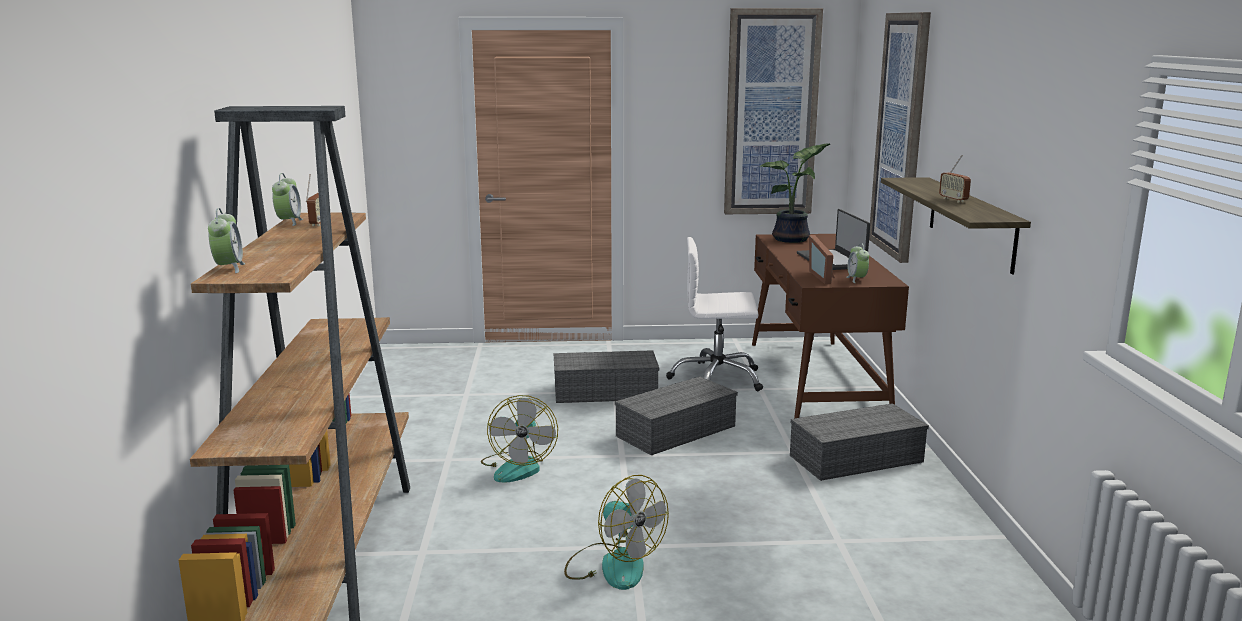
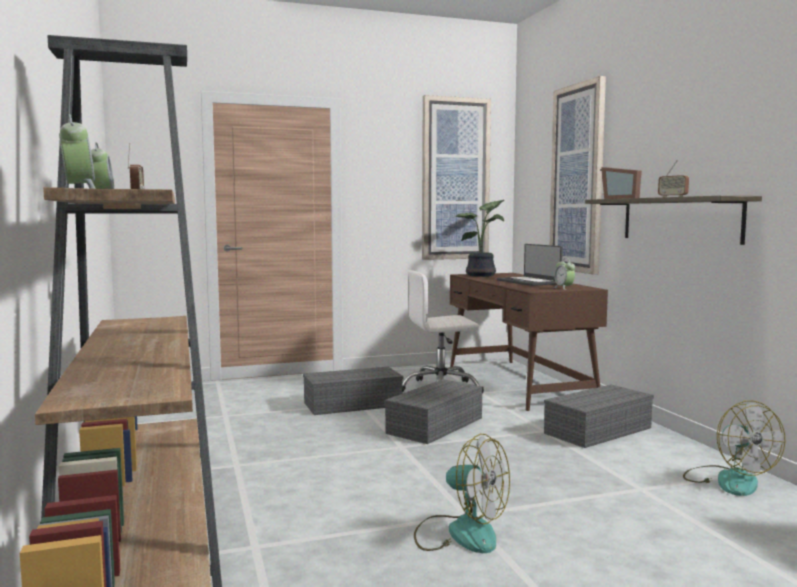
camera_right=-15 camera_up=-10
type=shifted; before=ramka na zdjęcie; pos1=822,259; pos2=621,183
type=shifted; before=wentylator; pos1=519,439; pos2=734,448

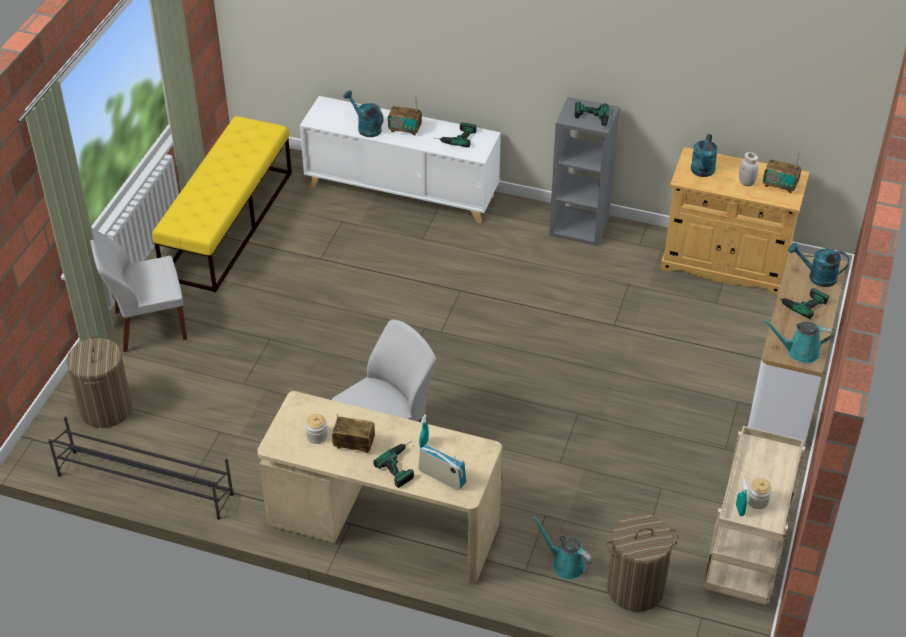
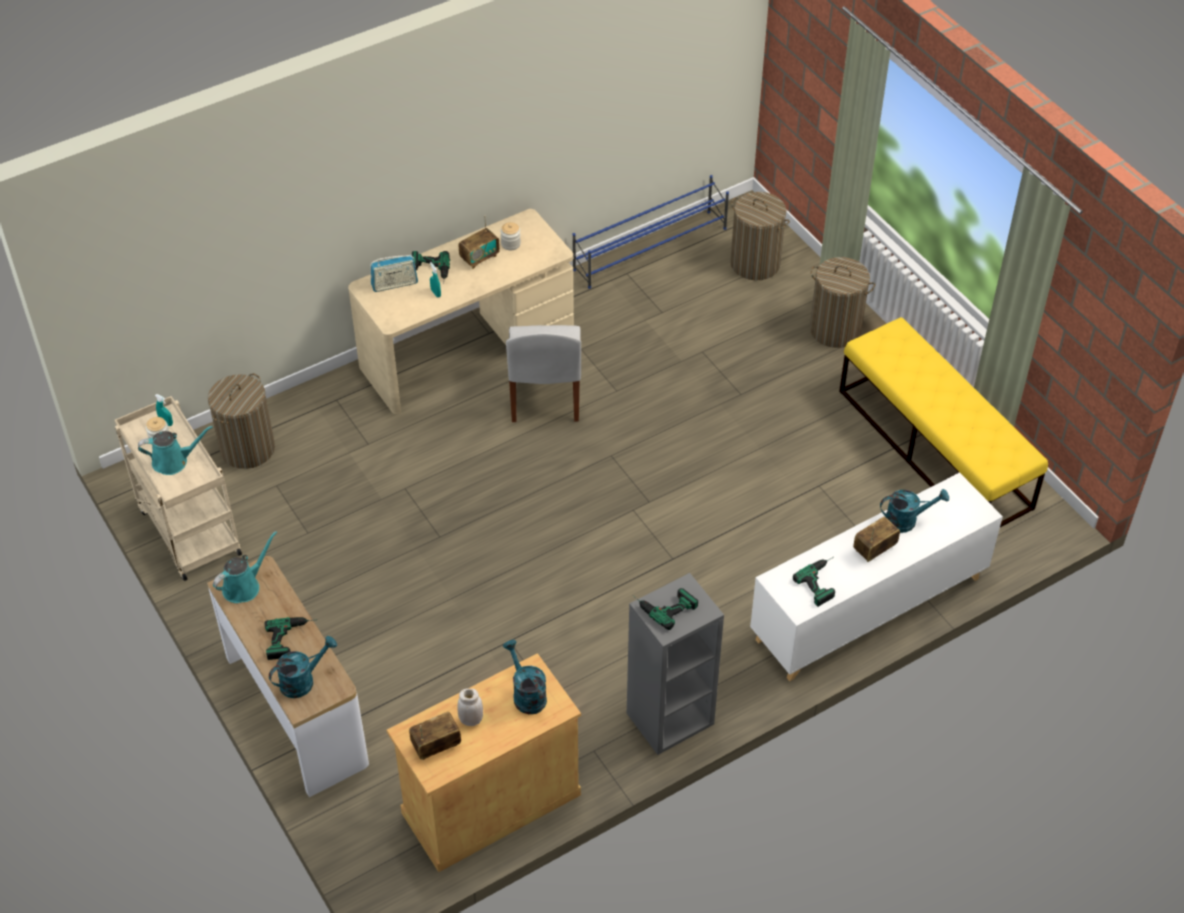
camera_right=130 camera_up=5
type=shifted; before=konewka [turkusowy]; pos1=562,548; pos2=175,450
type=repainted; before=regał na buty [czarny]; after=regał na buty [niebieski]; pos1=141,468; pos2=651,232
type=swapped; before=krzesło [biały]; after=kosz na pranie; pos1=138,290; pos2=842,302

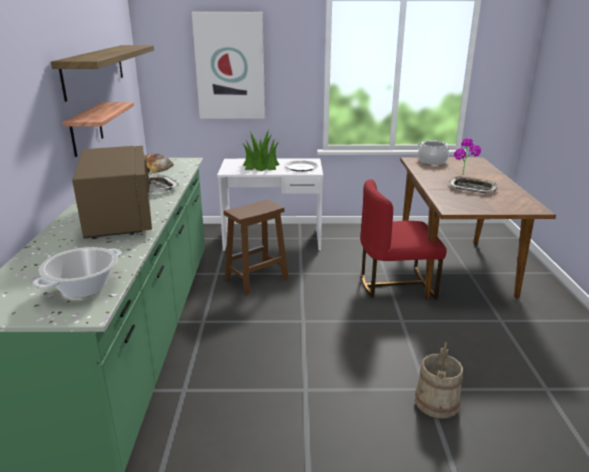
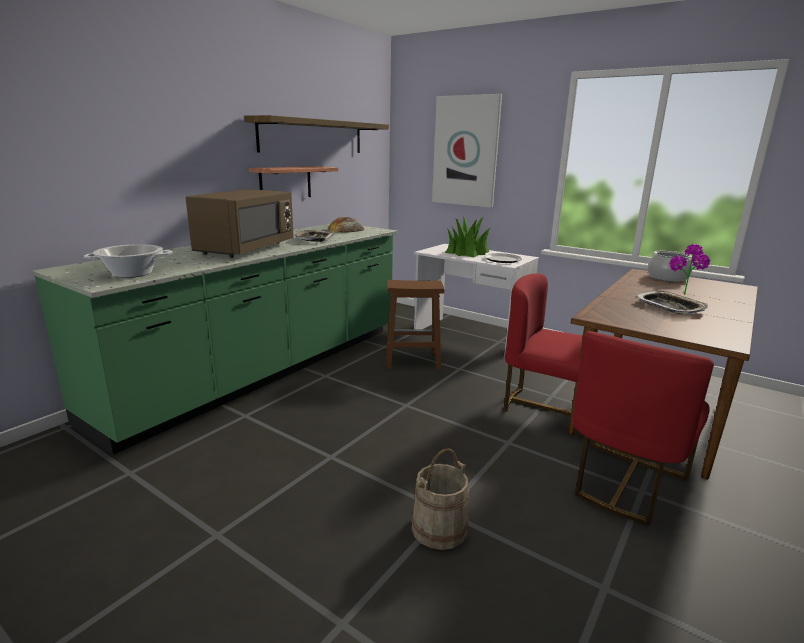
camera_right=35 camera_up=-5
type=new; after=krzesło [czerwony]; pos2=643,428

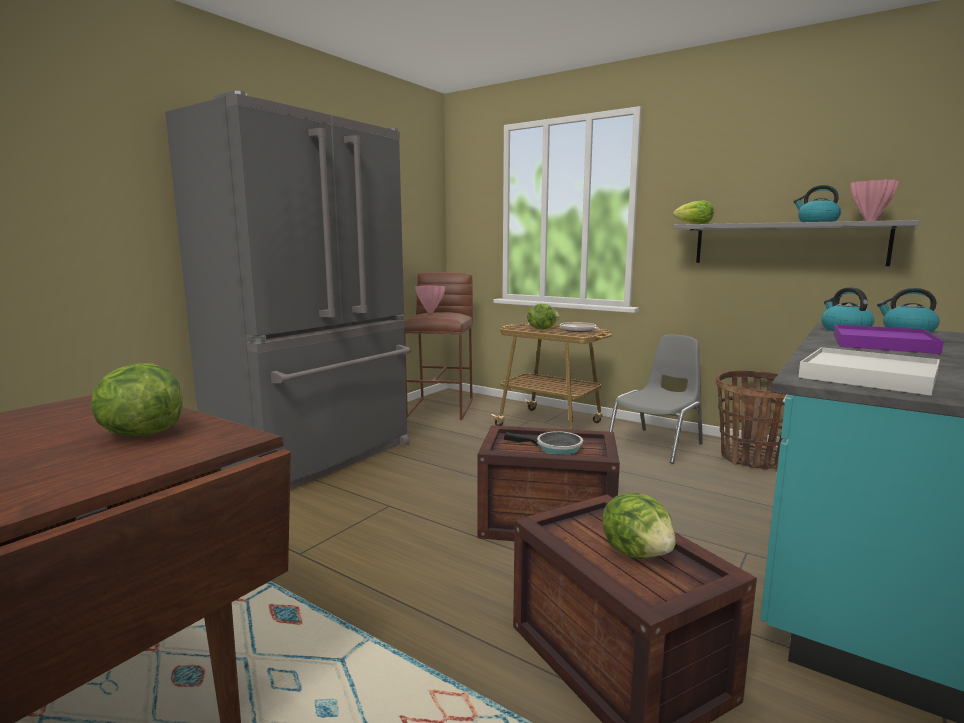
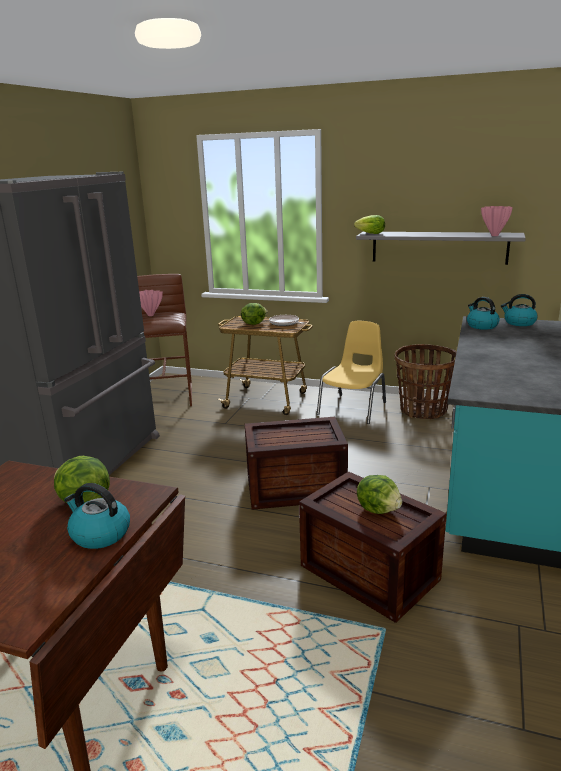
camera_right=-15 camera_up=10
type=shifted; before=czajnik; pos1=817,203; pos2=97,516
type=repainted; before=krzesło [szary]; after=krzesło [żółty]; pos1=656,399; pos2=351,372
type=gone; before=patelnia; pos1=543,443
type=gone; before=taca [biały]; pos1=869,371
type=gone; before=taca [fioletowy]; pos1=889,339

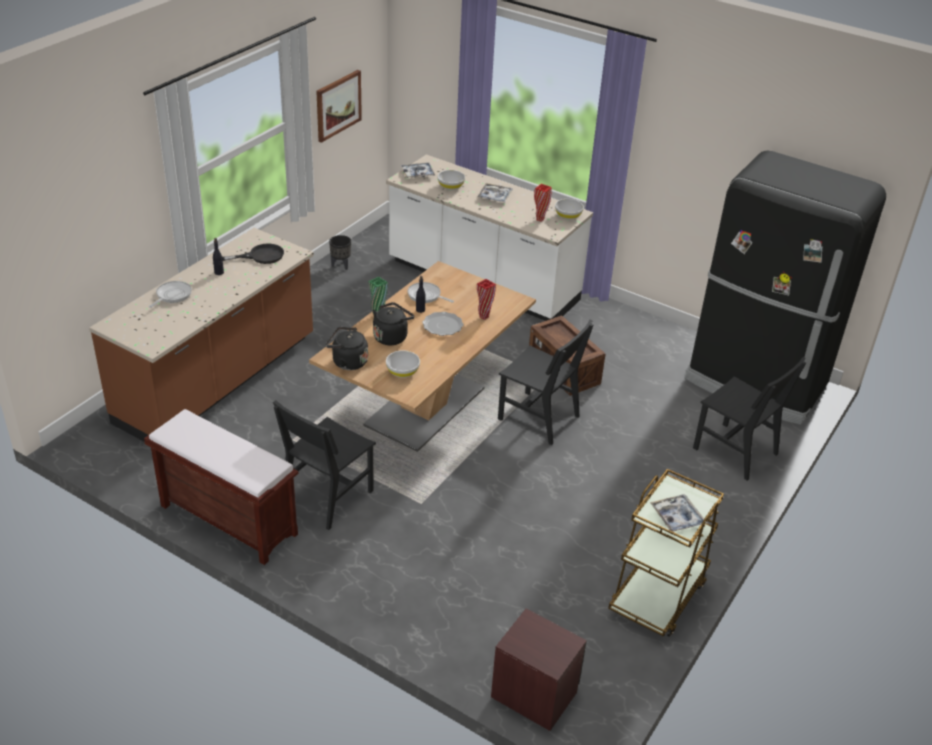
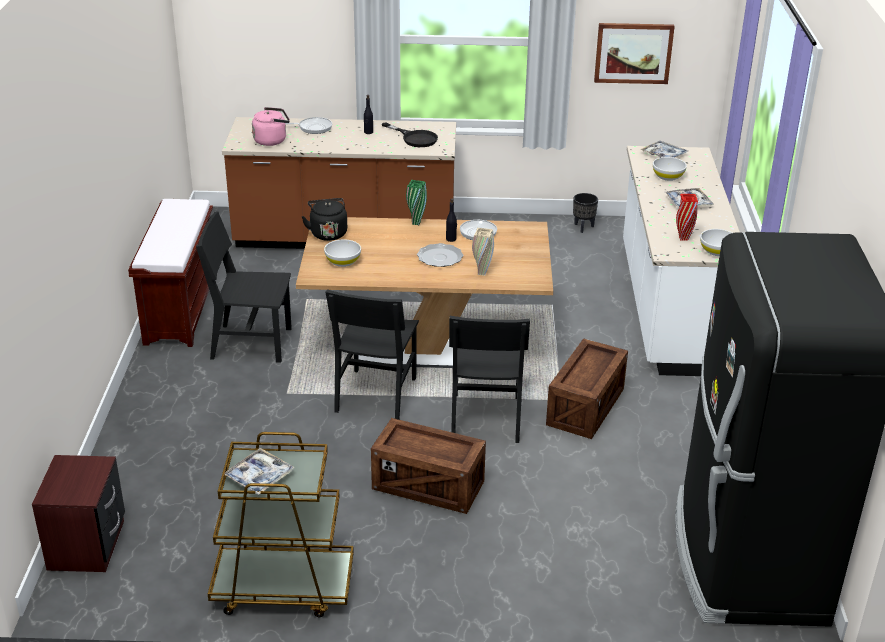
camera_right=60 camera_up=-5
type=new; after=czajnik [różowy]; pos2=271,126
type=shifted; before=krzesło [czarny]; pos1=749,419; pos2=372,354
type=new; after=skrzynka; pos2=428,466
type=repainted; before=wazon [czerwony]; after=wazon [beżowy]; pos1=486,299; pos2=483,252
type=gone; before=czajnik [czarny]; pos1=393,323

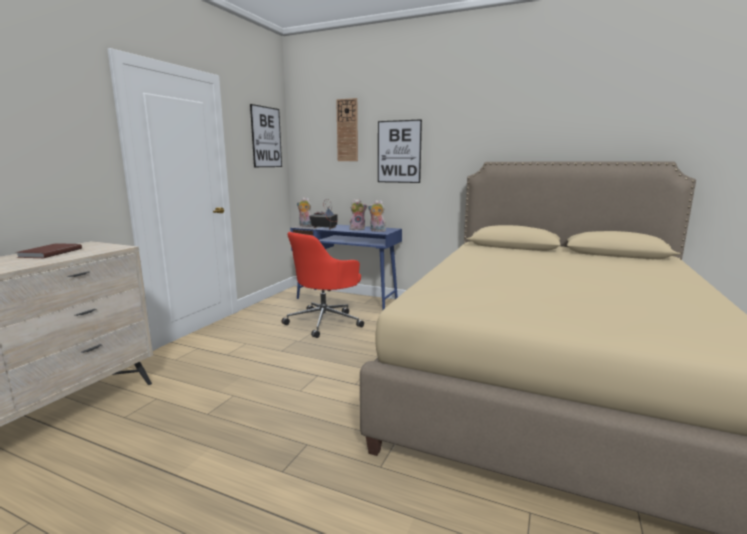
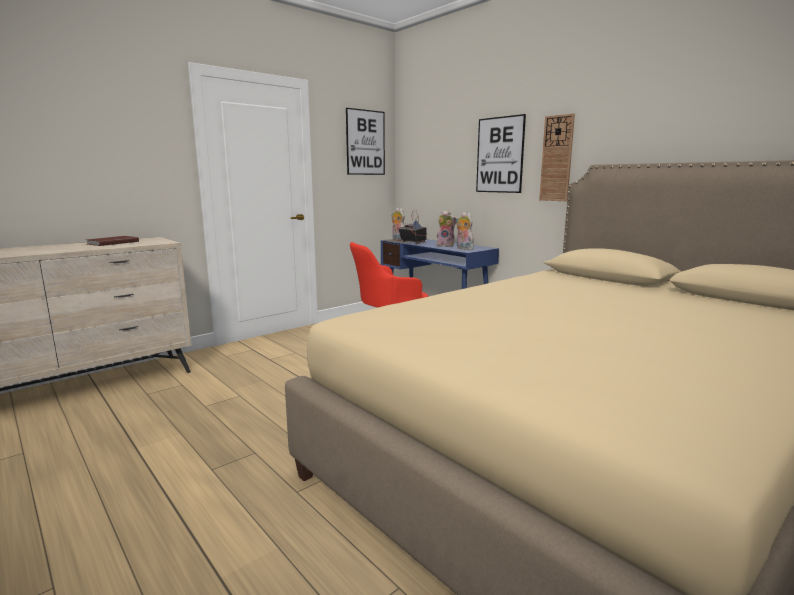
camera_right=25 camera_up=0
type=shifted; before=zegar ścienny; pos1=347,129; pos2=557,157

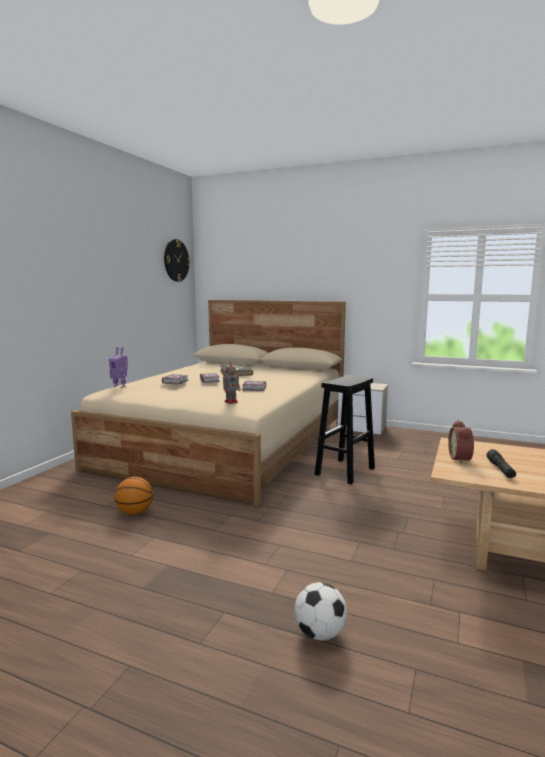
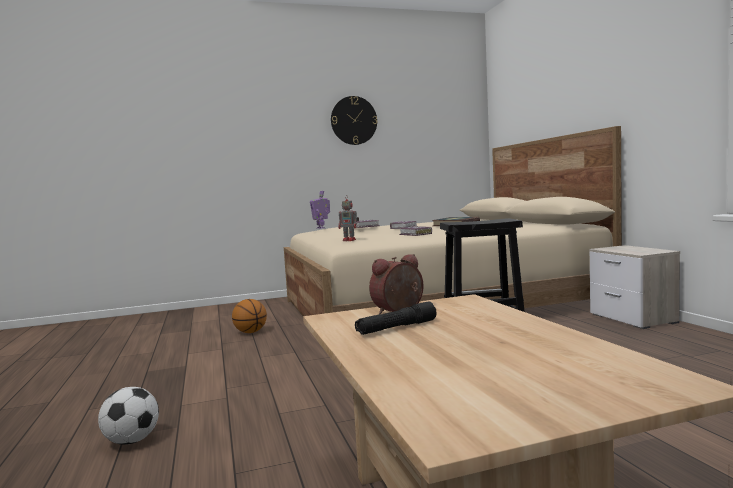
camera_right=50 camera_up=-5
type=shifted; before=zegar ścienny; pos1=177,260; pos2=354,120

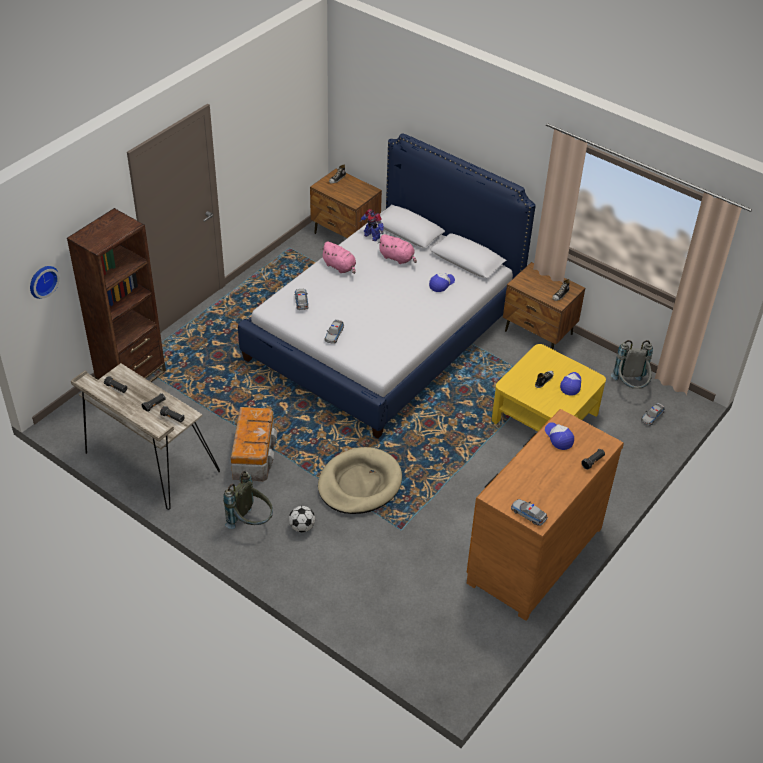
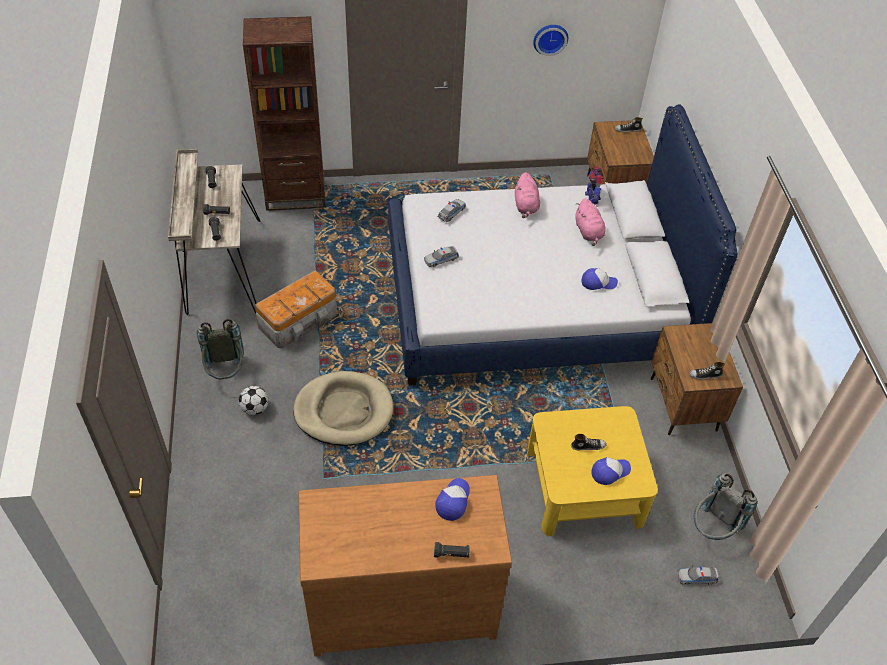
camera_right=45 camera_up=5
type=shifted; before=zegar ścienny; pos1=45,282; pos2=550,40
type=gone; before=samochodzik; pos1=529,512

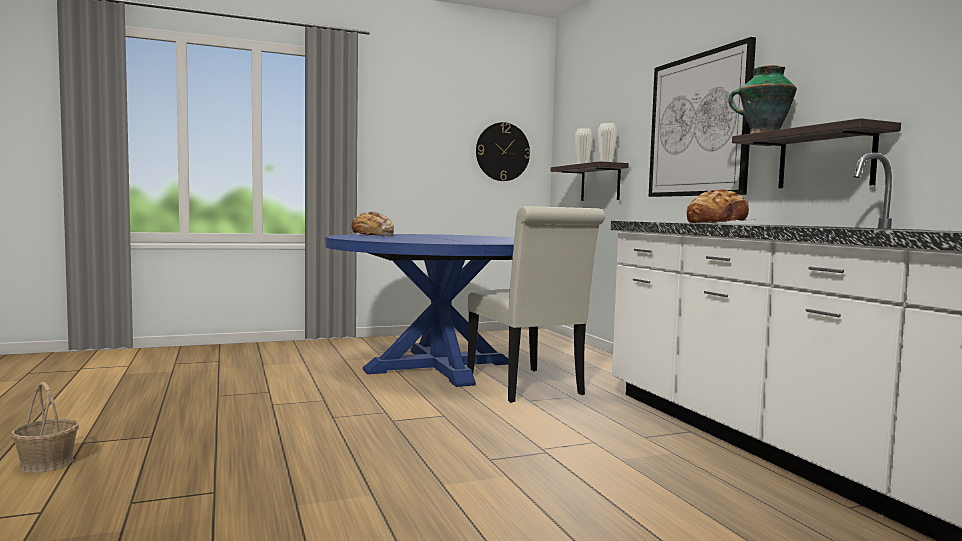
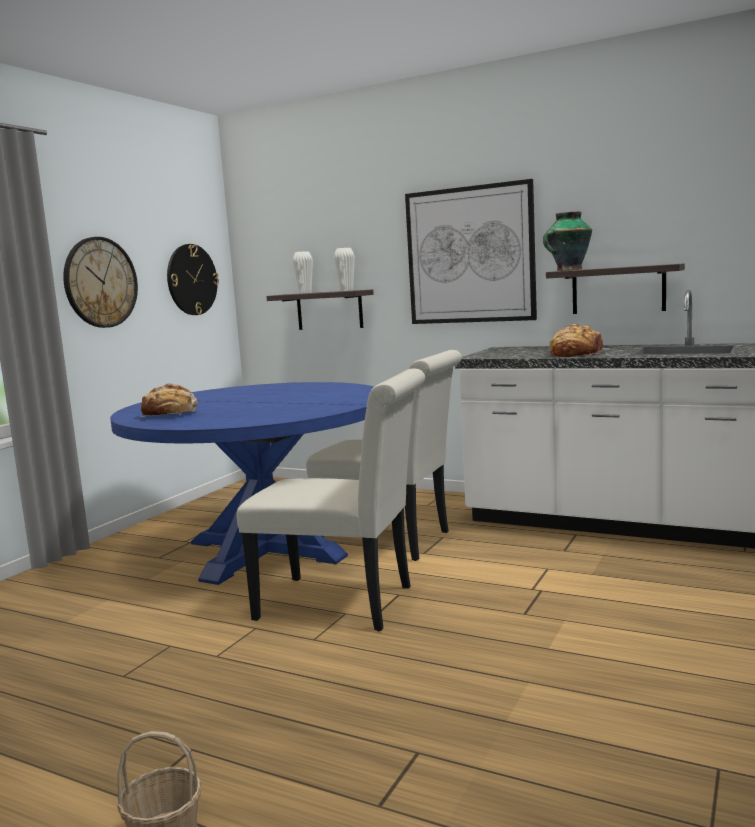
camera_right=-40 camera_up=5
type=new; after=zegar ścienny; pos2=100,282
type=new; after=krzesło [biały]; pos2=330,500

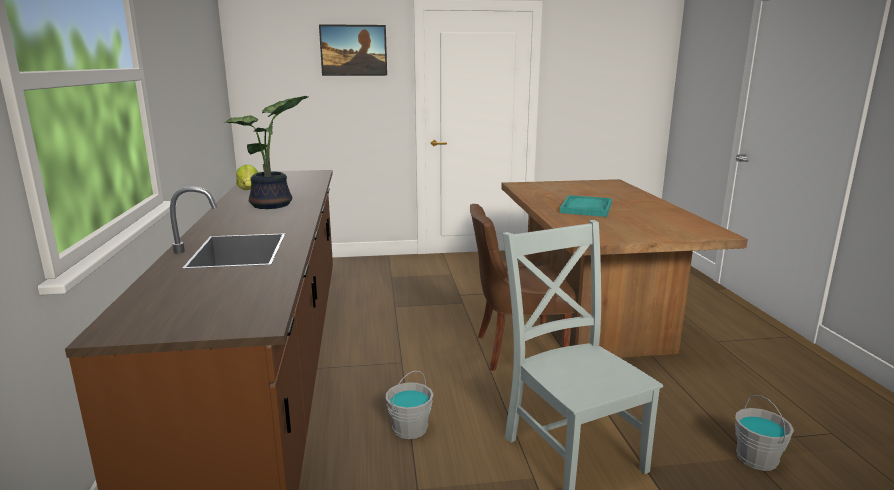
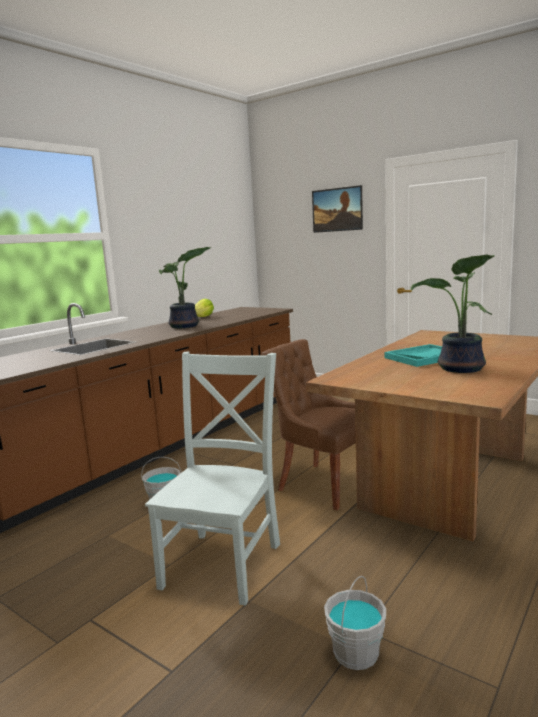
camera_right=45 camera_up=-5
type=new; after=roślina doniczkowa; pos2=453,313

